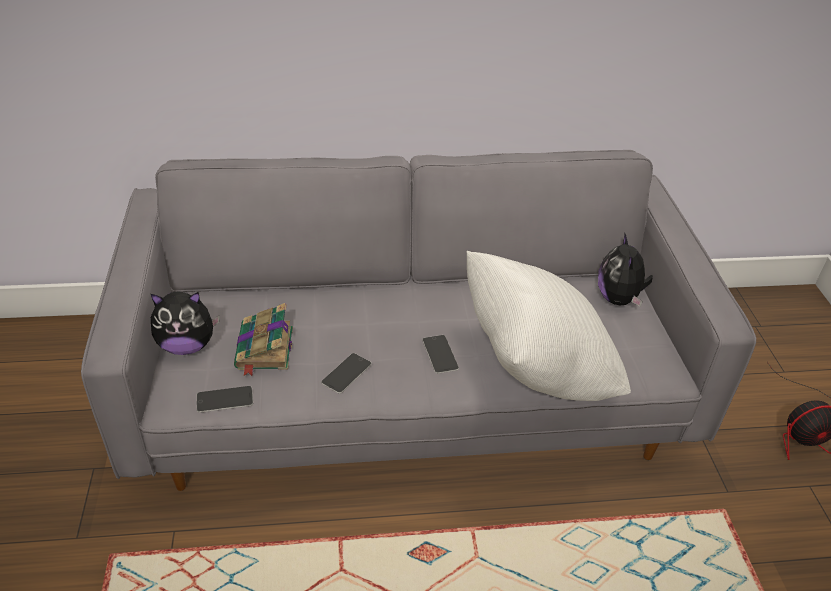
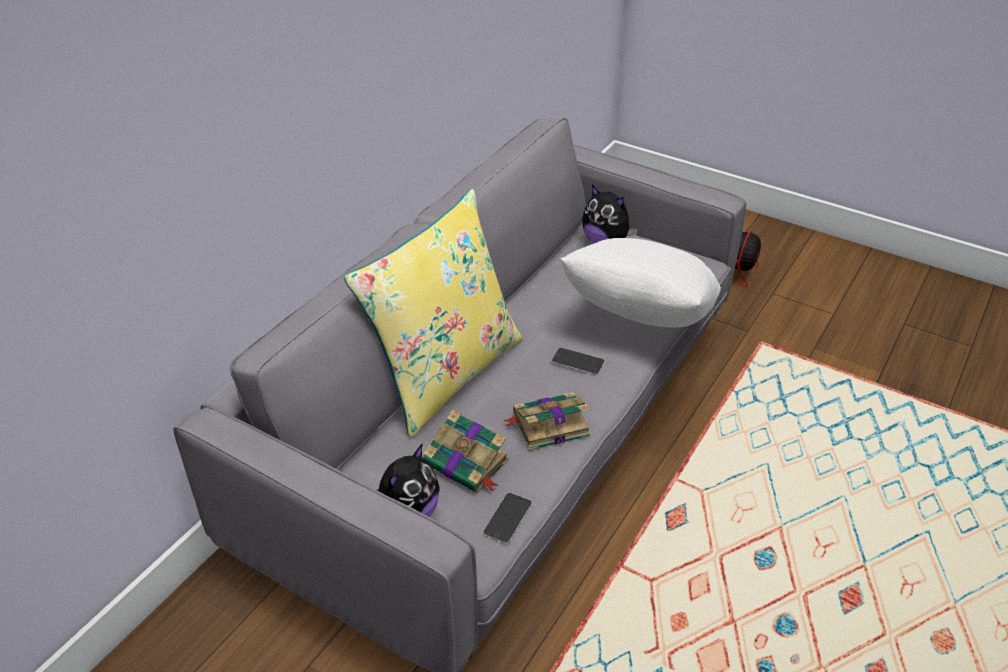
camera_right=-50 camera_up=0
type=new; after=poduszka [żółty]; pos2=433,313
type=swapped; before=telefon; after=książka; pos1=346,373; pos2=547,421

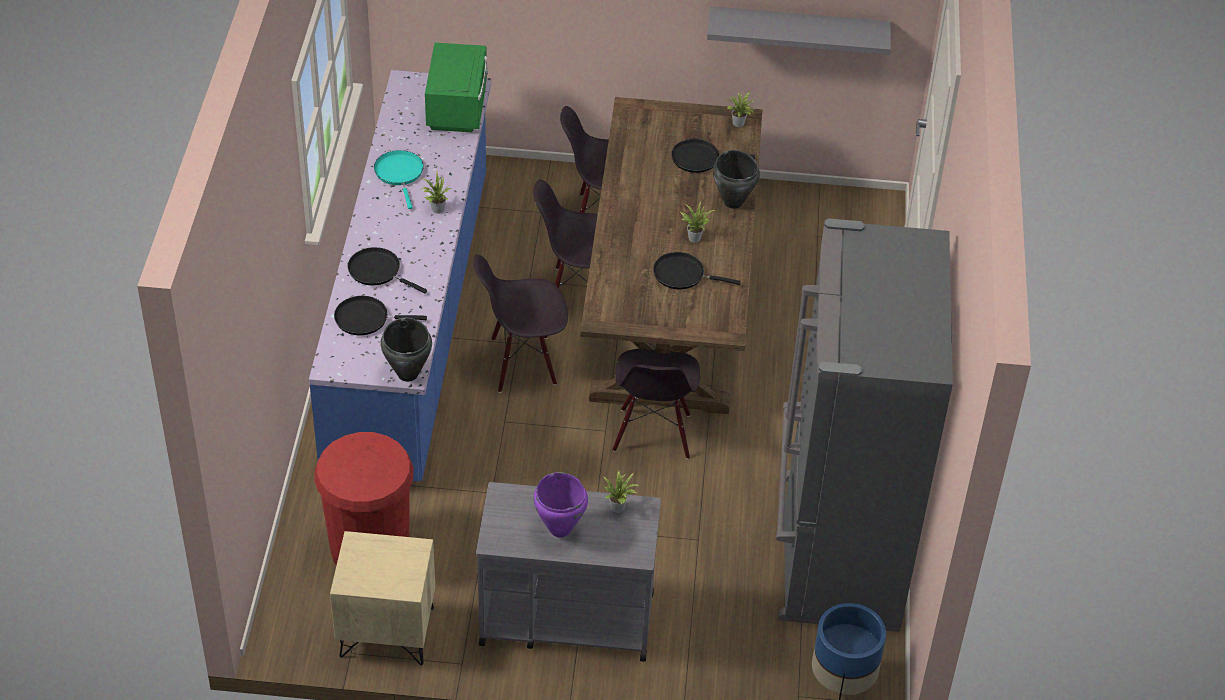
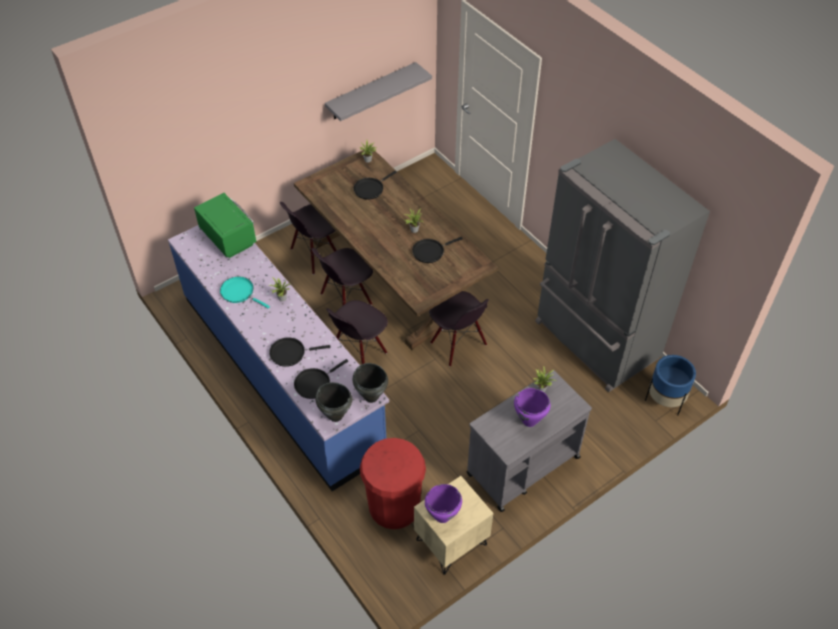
camera_right=-40 camera_up=5
type=shifted; before=garnek [czarny]; pos1=736,179; pos2=333,402
type=new; after=garnek [fioletowy]; pos2=443,503

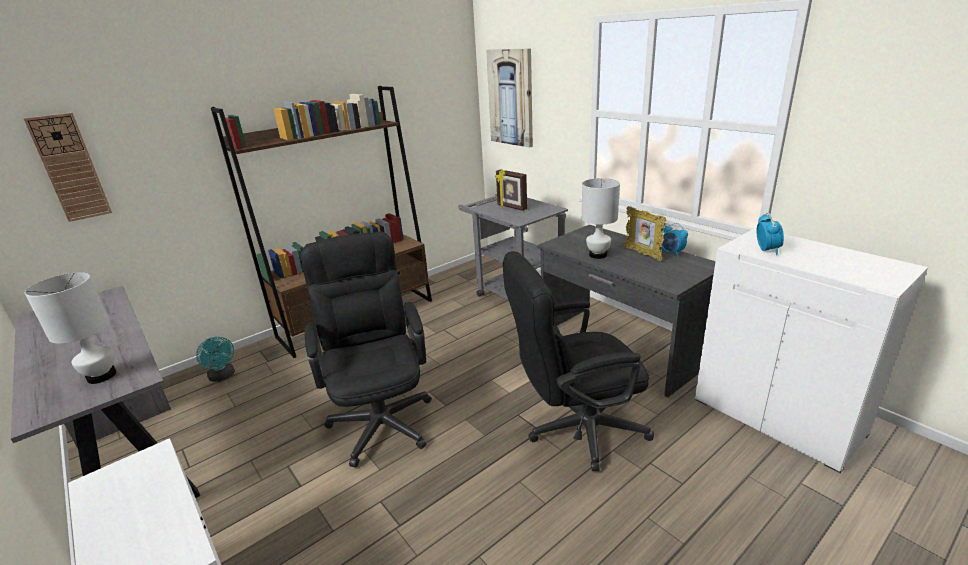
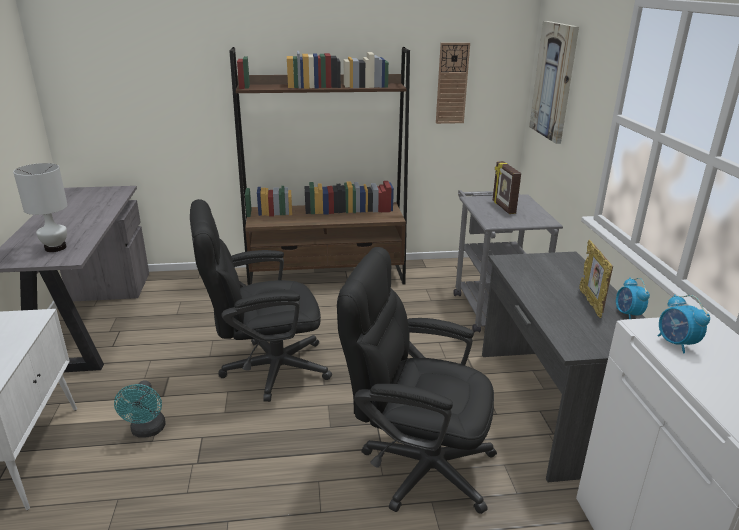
camera_right=30 camera_up=0
type=shifted; before=wentylator [turkusowy]; pos1=215,359; pos2=140,409
type=rotated; before=krzesło biurowe [czarny]; pos1=366,350; pos2=261,300; turn=-120
type=shifted; before=zegar ścienny; pos1=67,167; pos2=453,83
type=rotated; before=budzik; pos1=770,234; pos2=684,324; turn=120
type=gone; before=lampa stołowa [biały]; pos1=601,218

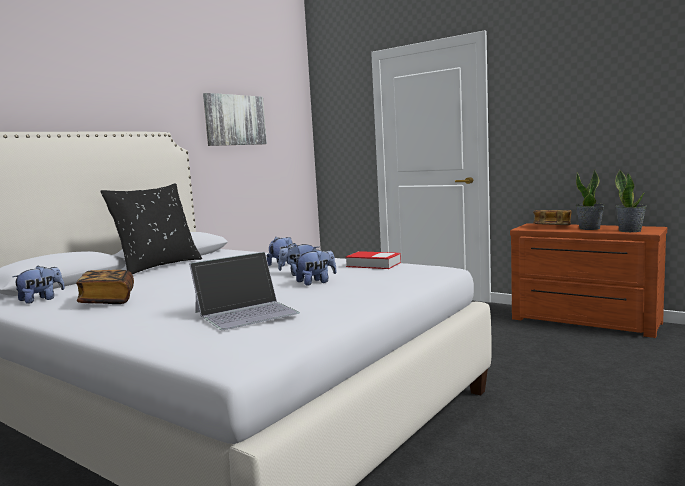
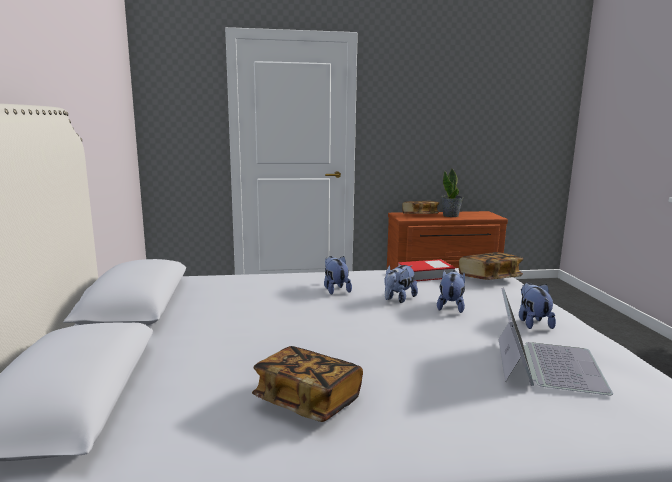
camera_right=-45 camera_up=5
type=new; after=książka; pos2=491,266
type=shifted; before=pluszak; pos1=38,285; pos2=537,305
type=gone; before=poduszka [czarny]; pos1=151,228
type=gone; before=obraz; pos1=235,119
type=gone; before=roślina doniczkowa; pos1=631,200

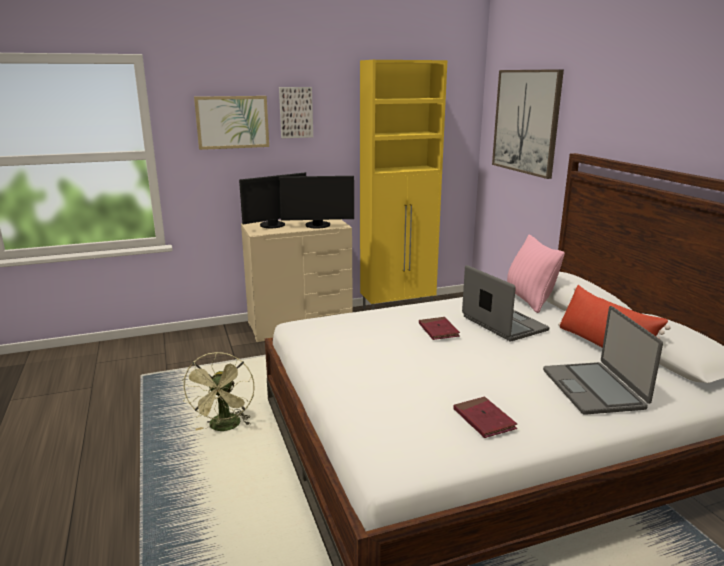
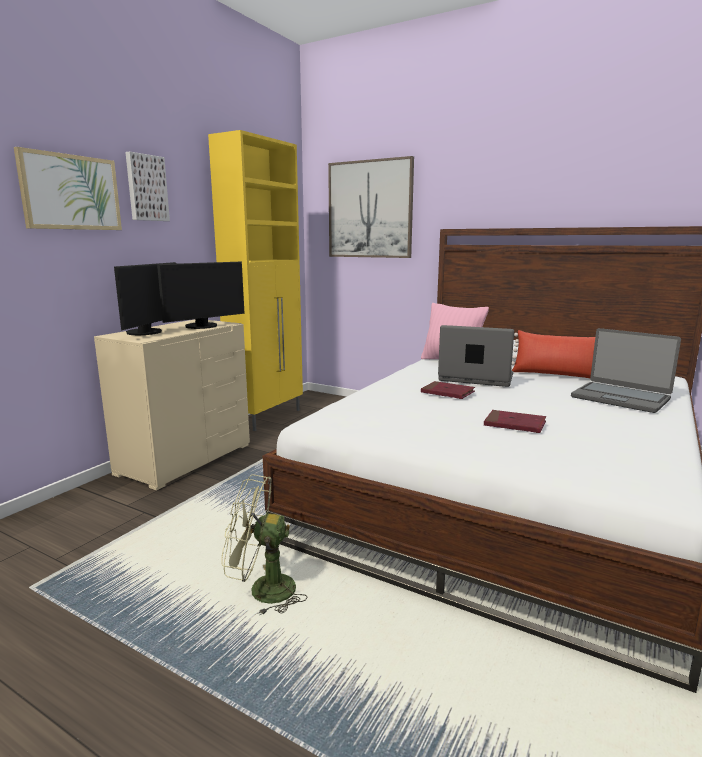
camera_right=-40 camera_up=-5
type=rotated; before=wentylator [zielony]; pos1=218,391; pos2=264,544; turn=135
type=shifted; before=książka [czerwony]; pos1=485,417; pos2=515,421

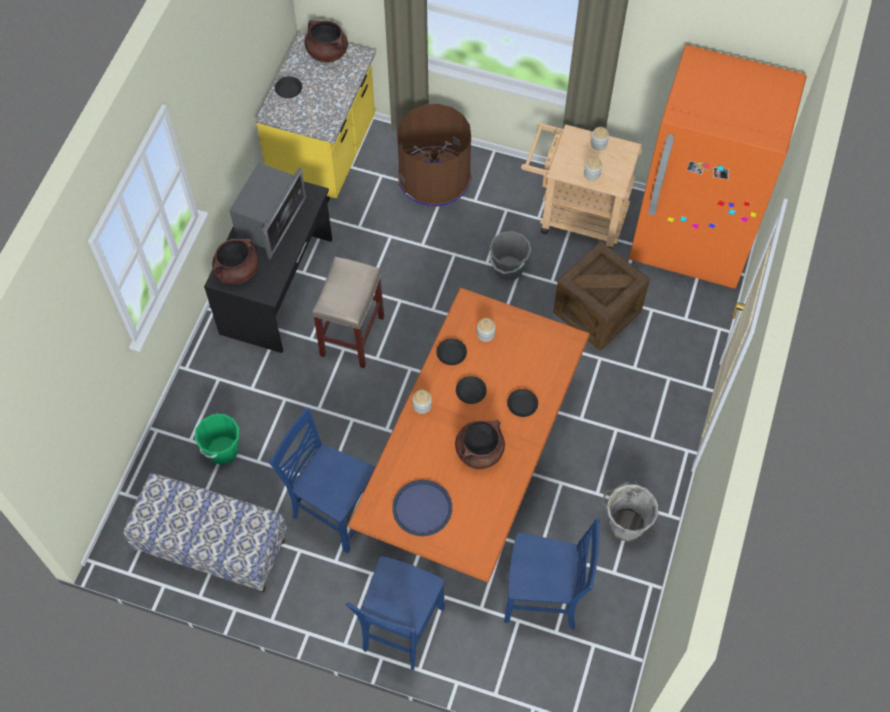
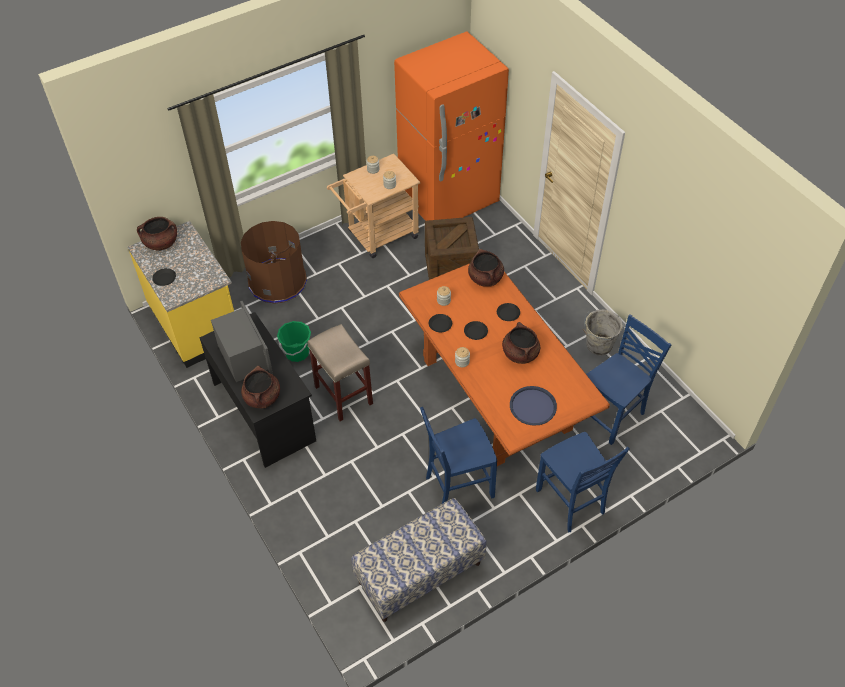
camera_right=-50 camera_up=-10
type=shifted; before=wiadro [zielony]; pos1=217,439; pos2=294,341
type=new; after=garnek [brązowy]; pos2=486,268
type=gone; before=wiadro [szary]; pos1=510,256

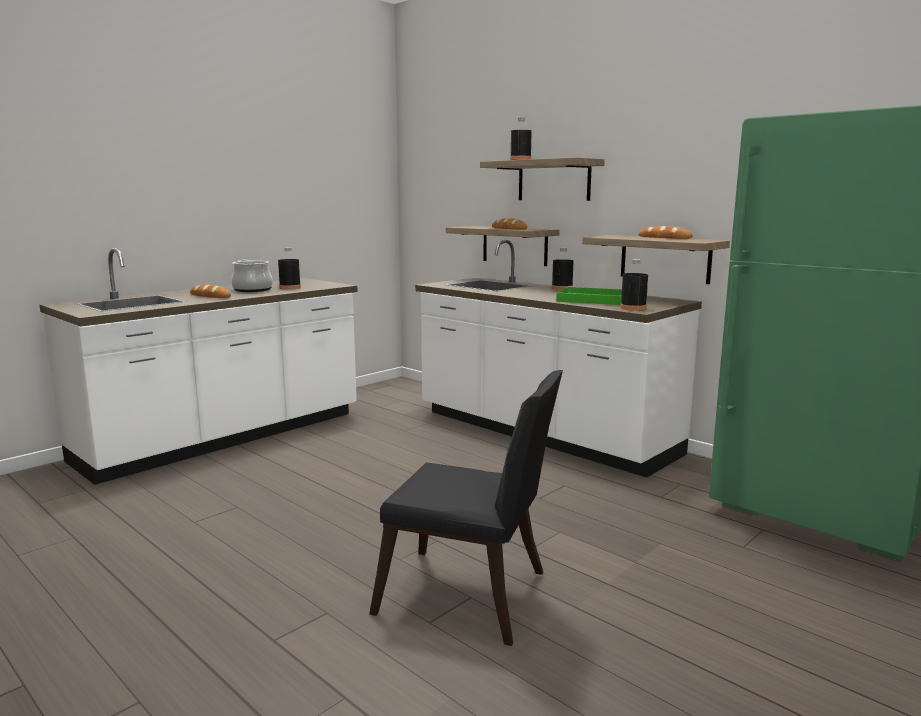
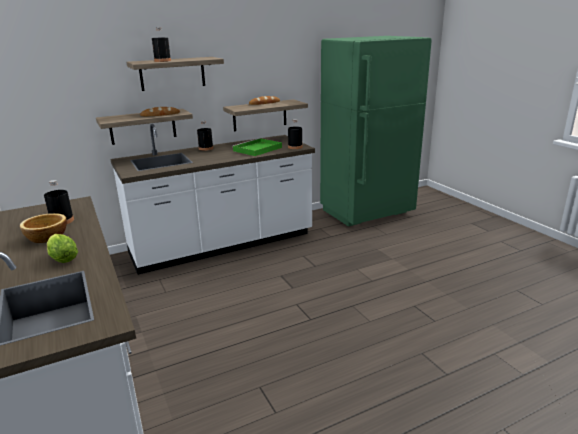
camera_right=-70 camera_up=10
type=swapped; before=garnek; after=miska; pos1=252,276; pos2=43,228
type=swapped; before=chleb; after=sałata; pos1=210,291; pos2=62,248
type=gone; before=krzesło [czarny]; pos1=466,508

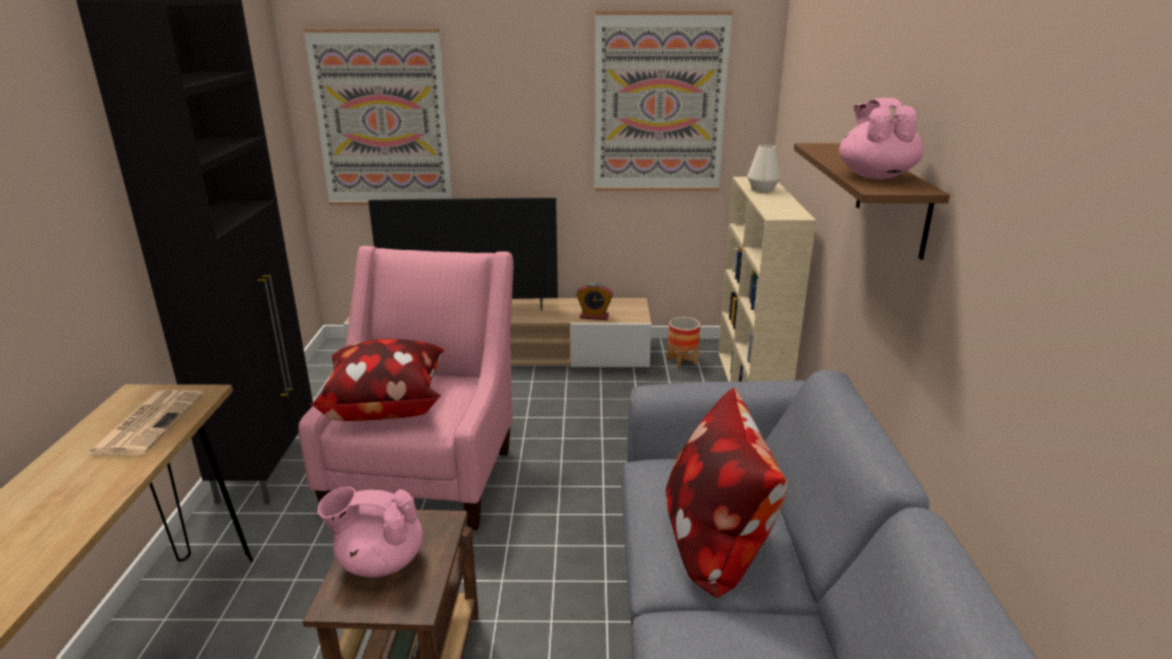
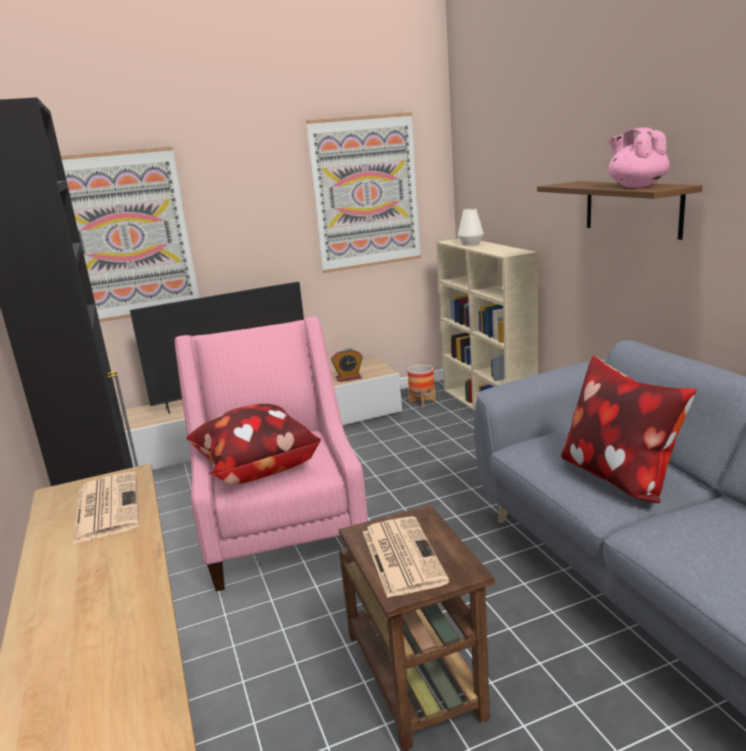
camera_right=-20 camera_up=-5
type=swapped; before=imbryk [różowy]; after=gazeta; pos1=370,532; pos2=406,557

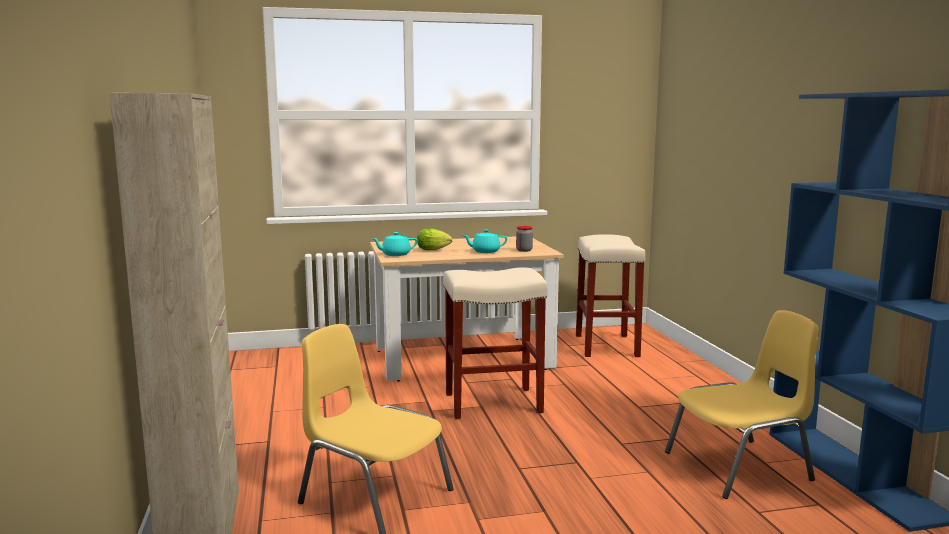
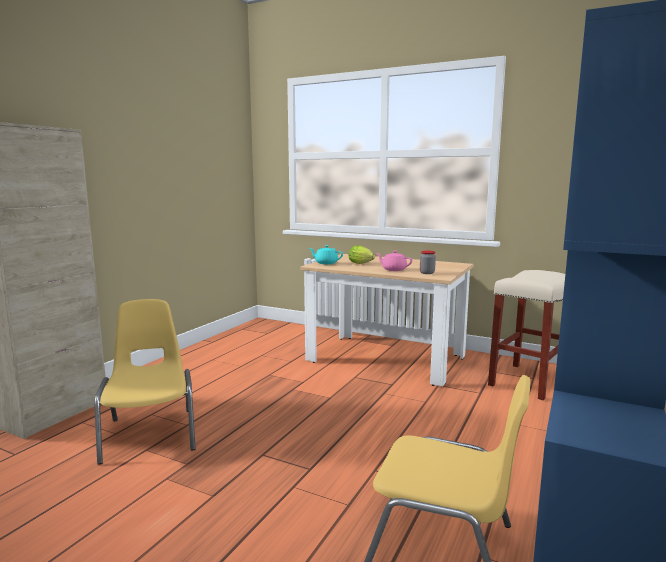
camera_right=40 camera_up=0
type=repainted; before=imbryk [turkusowy]; after=imbryk [różowy]; pos1=485,241; pos2=394,260
type=gone; before=stołek [beżowy]; pos1=495,343

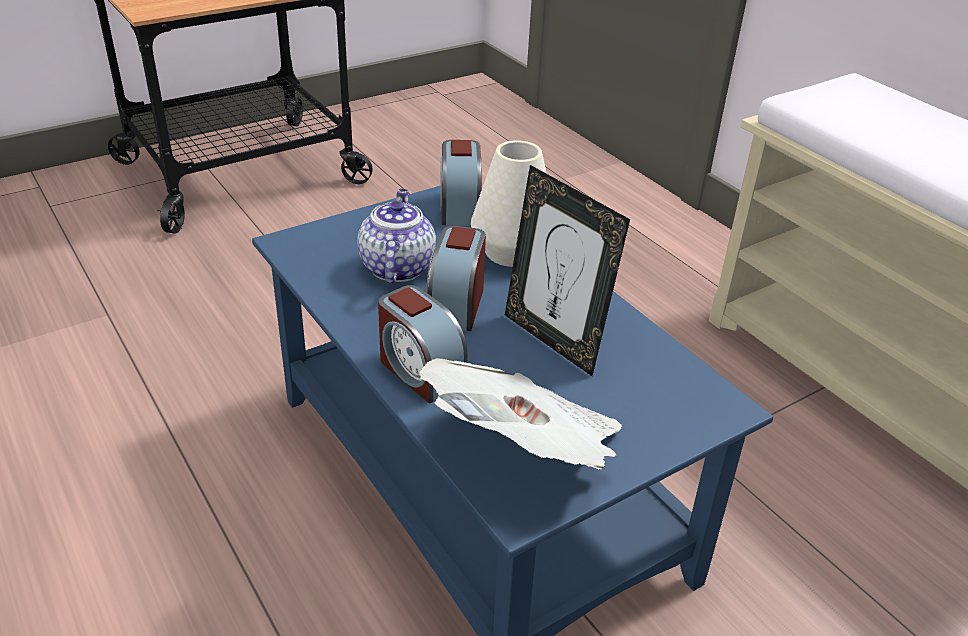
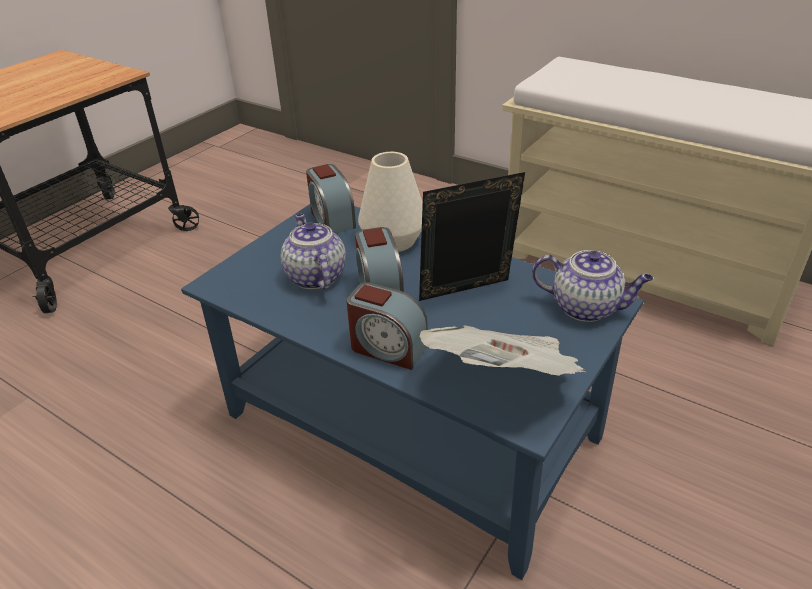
camera_right=-20 camera_up=0
type=rotated; before=ramka na zdjęcie; pos1=567,270; pos2=472,236; turn=135
type=new; after=imbryk; pos2=592,286

